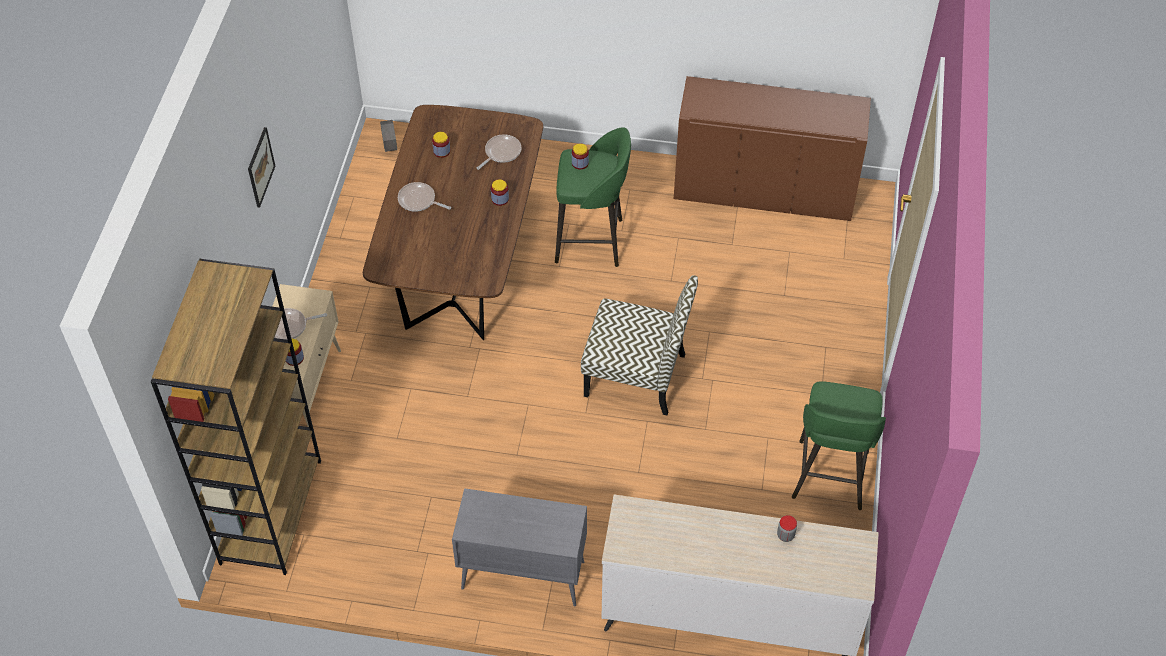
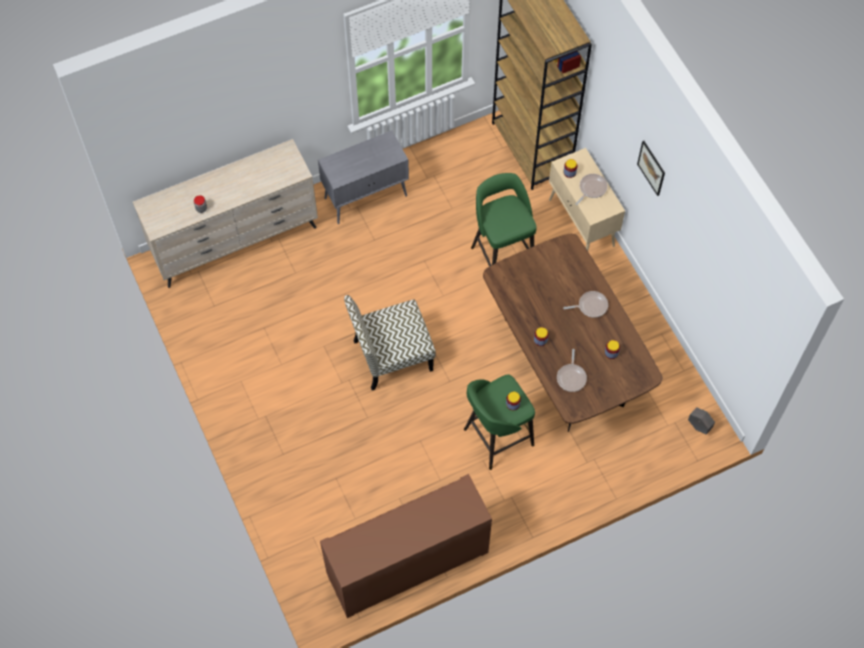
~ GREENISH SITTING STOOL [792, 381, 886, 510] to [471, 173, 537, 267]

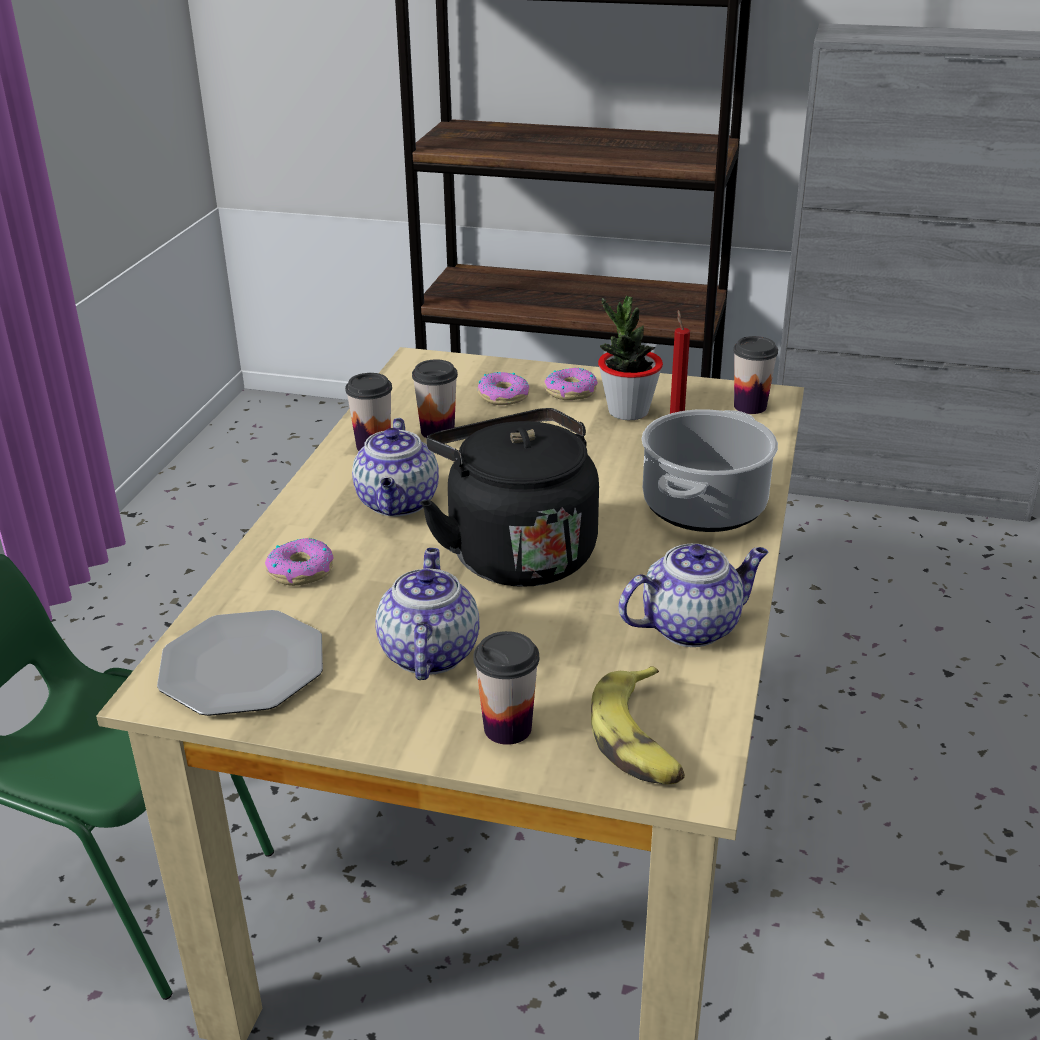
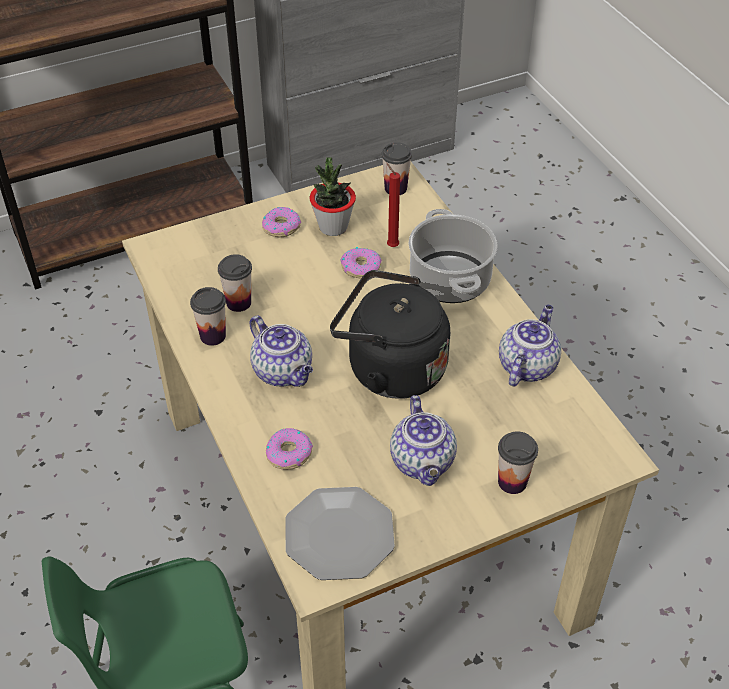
~ TEA POT [375, 548, 480, 680] = [390, 395, 457, 486] 150 degrees counterclockwise
~ RING DOUGHNUT [478, 372, 530, 405] to [341, 247, 382, 279]
- BANANA FRUIT [591, 666, 685, 784]

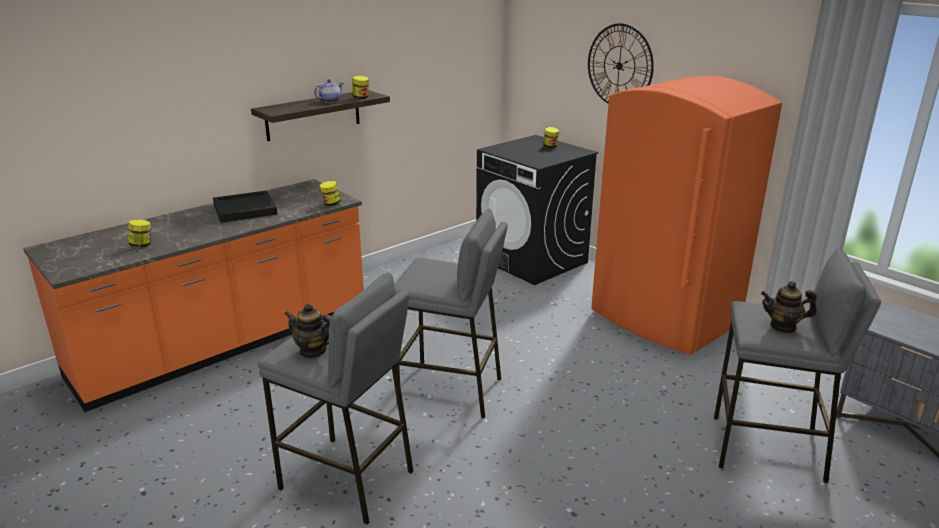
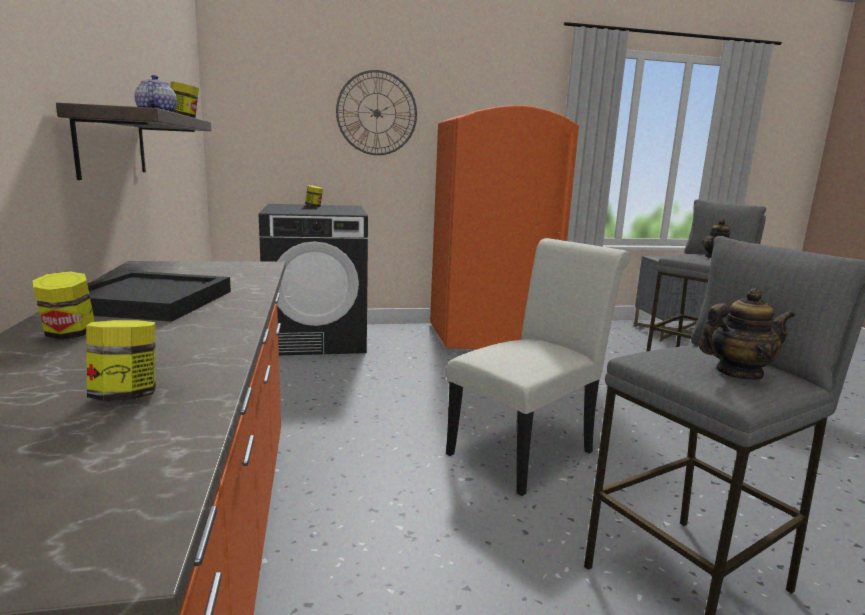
~ TEA POT [285, 303, 332, 358] = [699, 288, 795, 380] 150 degrees counterclockwise
~ STORAGE JAR [320, 181, 341, 206] to [33, 271, 95, 340]
~ GRAY SITTING STOOL [394, 208, 508, 418] to WHITE-COLOURED UPRIGHT CHAIR [446, 238, 630, 496]

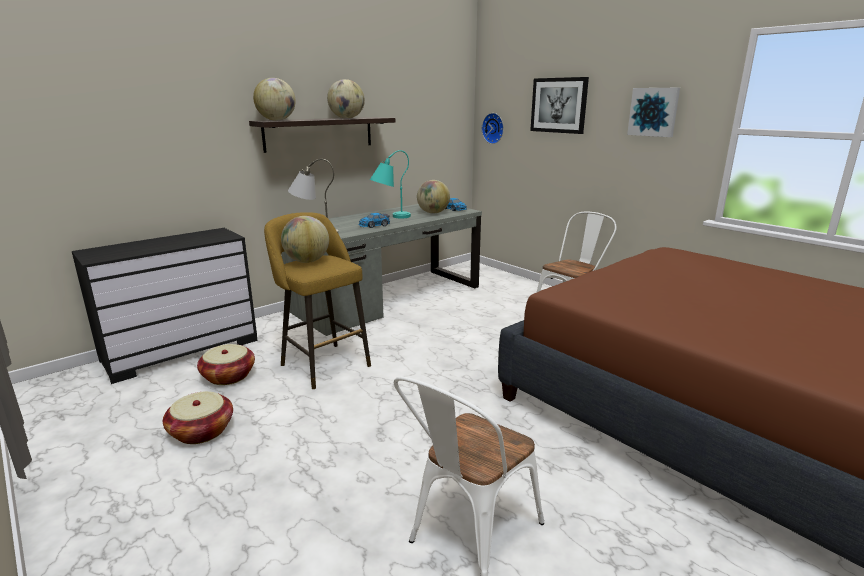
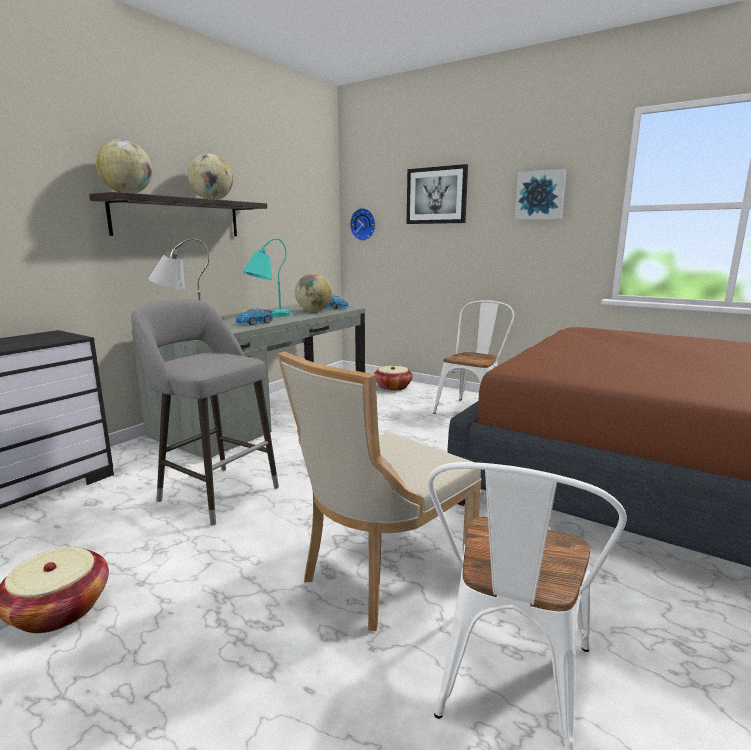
~ STORAGE BASKET [197, 344, 255, 385] to [374, 366, 413, 391]
~ YELLOW SITTING STOOL [264, 212, 371, 389] to GRAY SITTING STOOL [131, 298, 279, 525]
- GLOBE [281, 216, 329, 263]
+ SAND-COLOURED UPRIGHT CHAIR [278, 351, 481, 631]

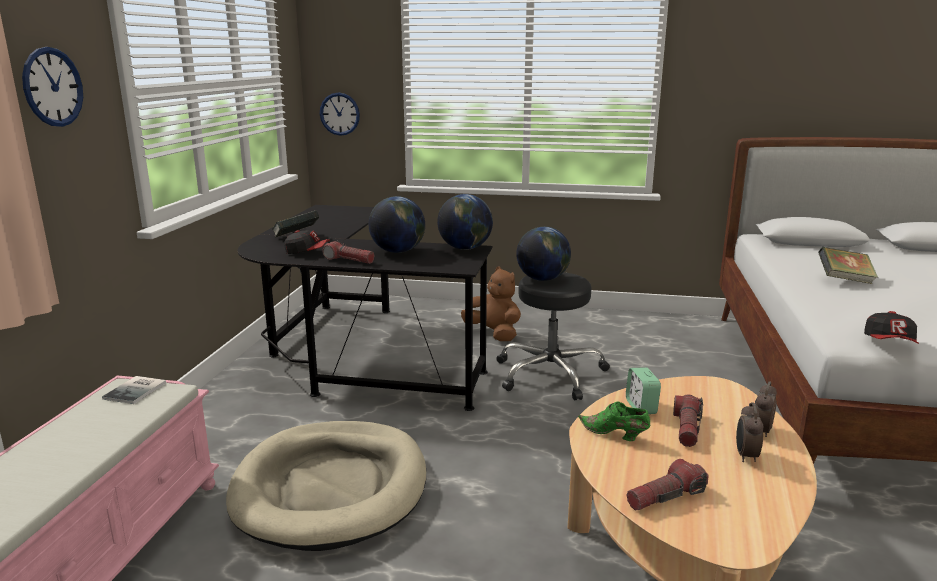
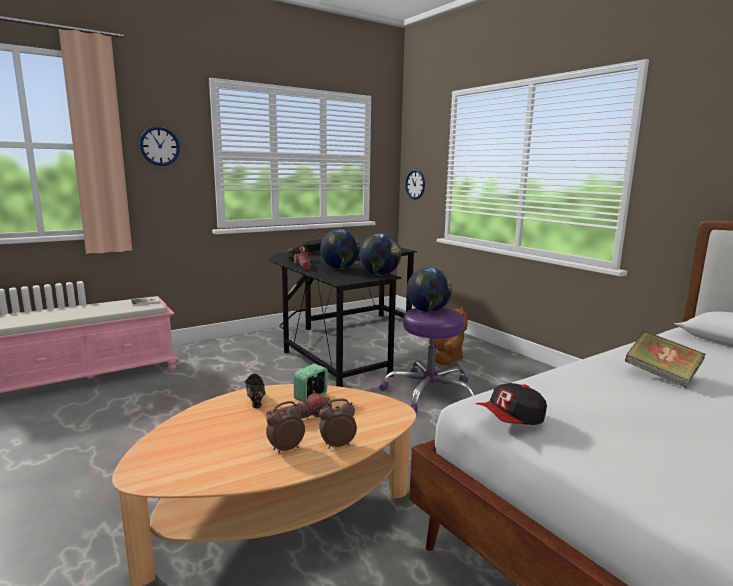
- SAND-COLOURED DOG CUSHION [226, 421, 426, 551]
~ BLACK SITTING STOOL [496, 272, 610, 400] to PURPLE SITTING STOOL [379, 308, 475, 413]
~ GREENISH LOW SHOE [578, 401, 650, 441] to BLACK LOW SHOE [245, 374, 266, 408]
- HAND TORCH [627, 459, 709, 510]

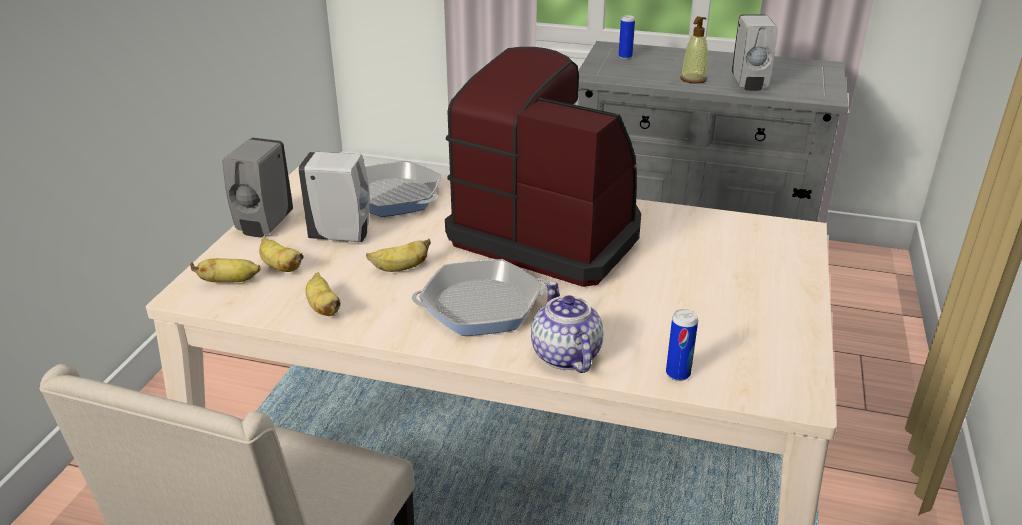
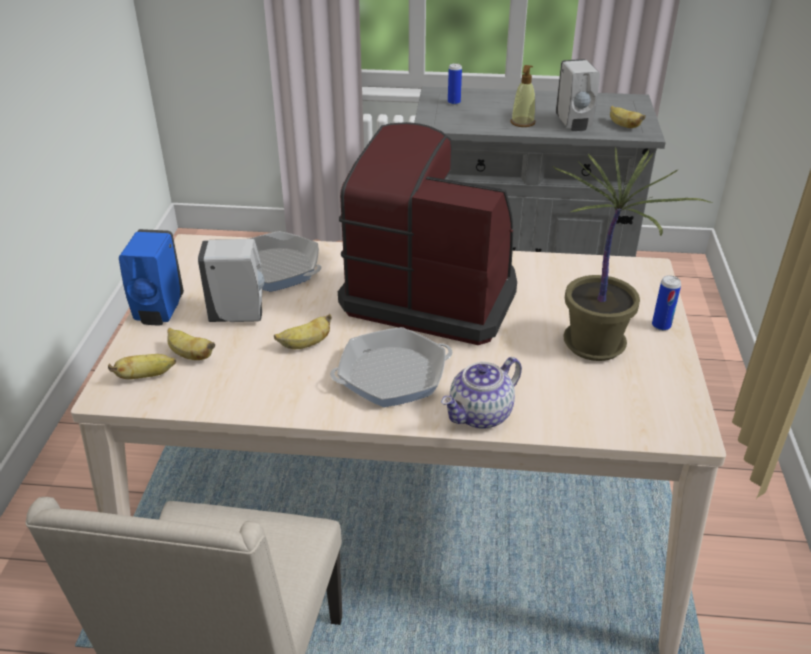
~ GRAY SOAP BOTTLE [223, 138, 293, 237] to BLUISH SOAP BOTTLE [119, 229, 184, 325]
~ BANANA FRUIT [306, 272, 341, 316] to [610, 106, 646, 128]
~ TEA POT [531, 281, 604, 373] = [441, 357, 522, 429] 105 degrees counterclockwise
~ CAN [666, 309, 698, 381] to [652, 275, 681, 331]
+ HOUSEPLANT [553, 147, 712, 361]

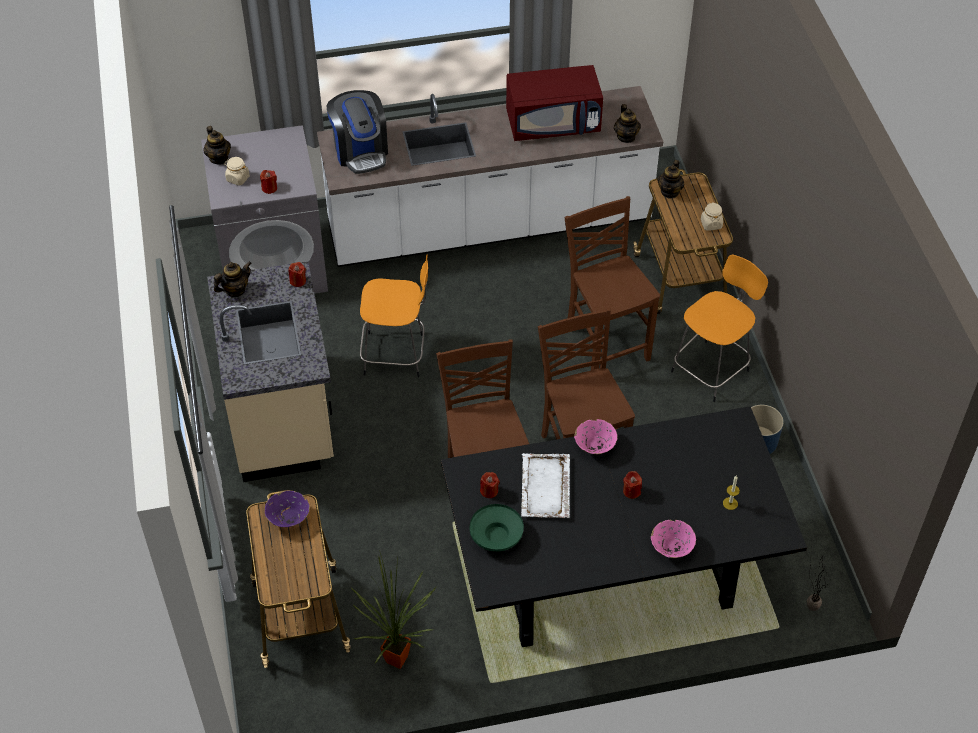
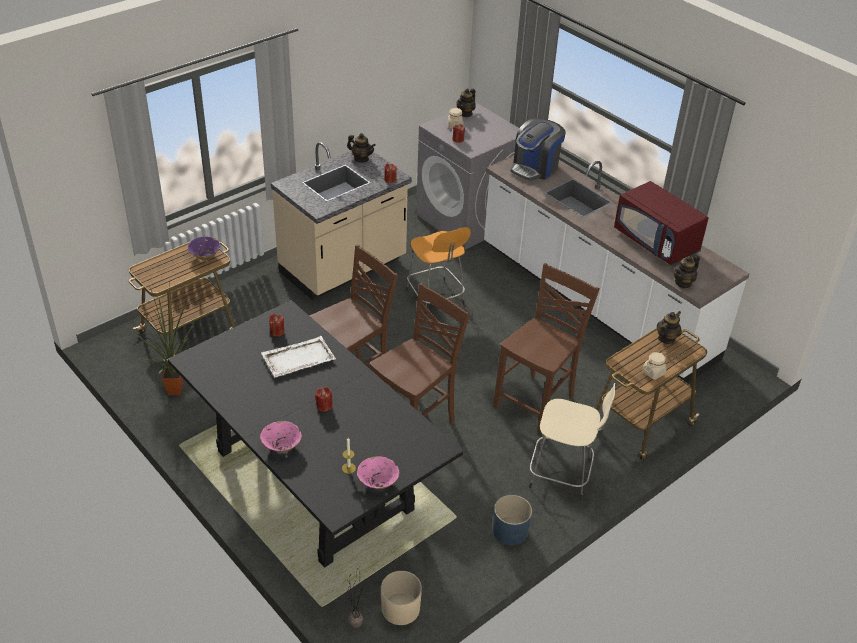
- GREENISH SERVING BOWL [470, 504, 524, 552]
~ PINK SERVING BOWL [574, 419, 617, 454] to [357, 456, 399, 489]
~ TEA POT [657, 160, 684, 199] = [657, 311, 682, 344] 135 degrees clockwise
~ ORANGE-COLOURED SITTING STOOL [671, 254, 768, 402] to SAND-COLOURED SITTING STOOL [529, 383, 615, 500]
+ SAND-COLOURED FLOWER POT [381, 571, 422, 625]

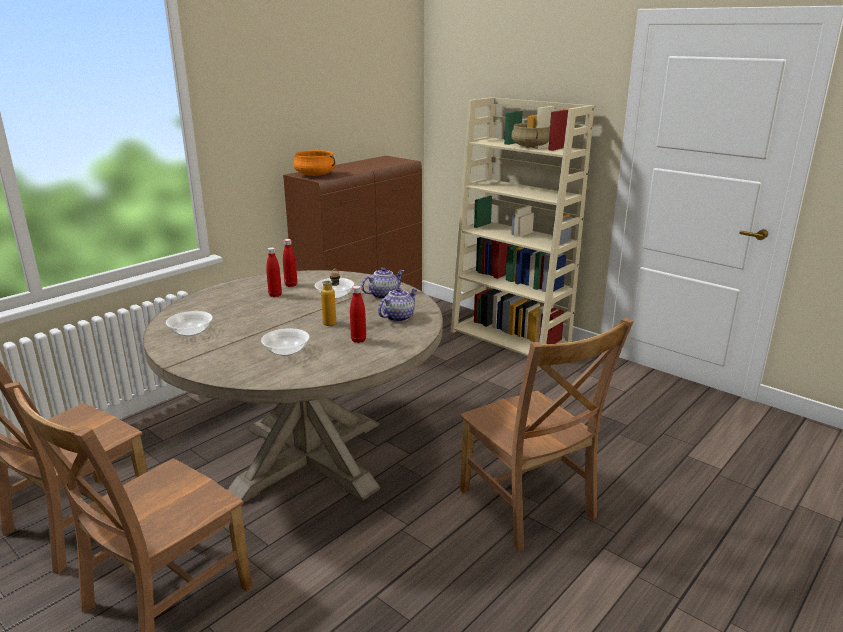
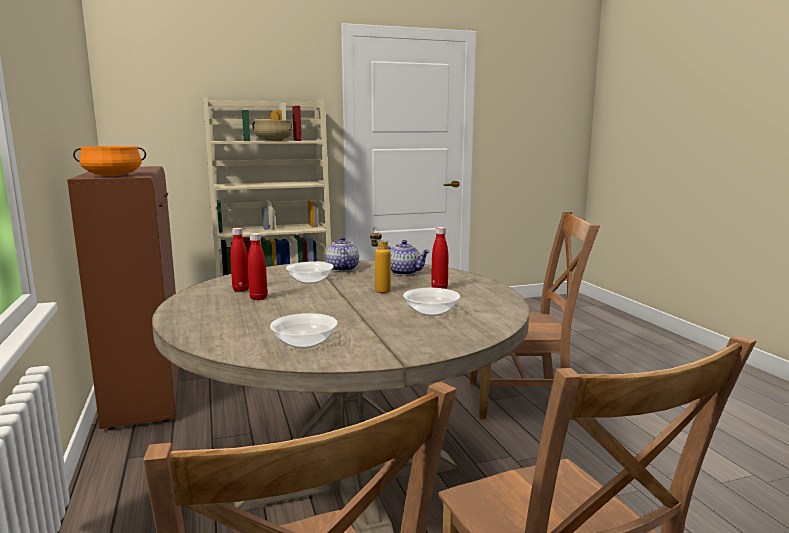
~ TEA POT [378, 288, 418, 322] = [388, 240, 430, 276] 135 degrees clockwise

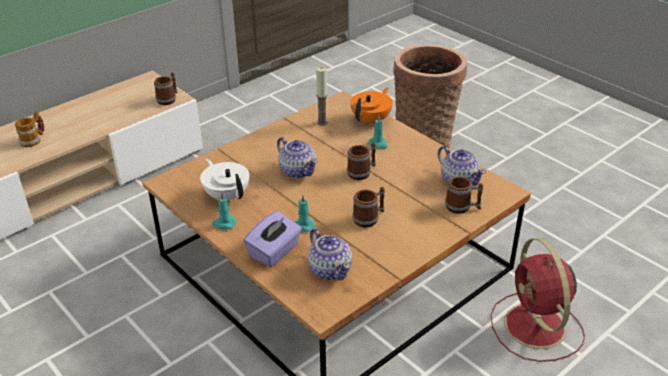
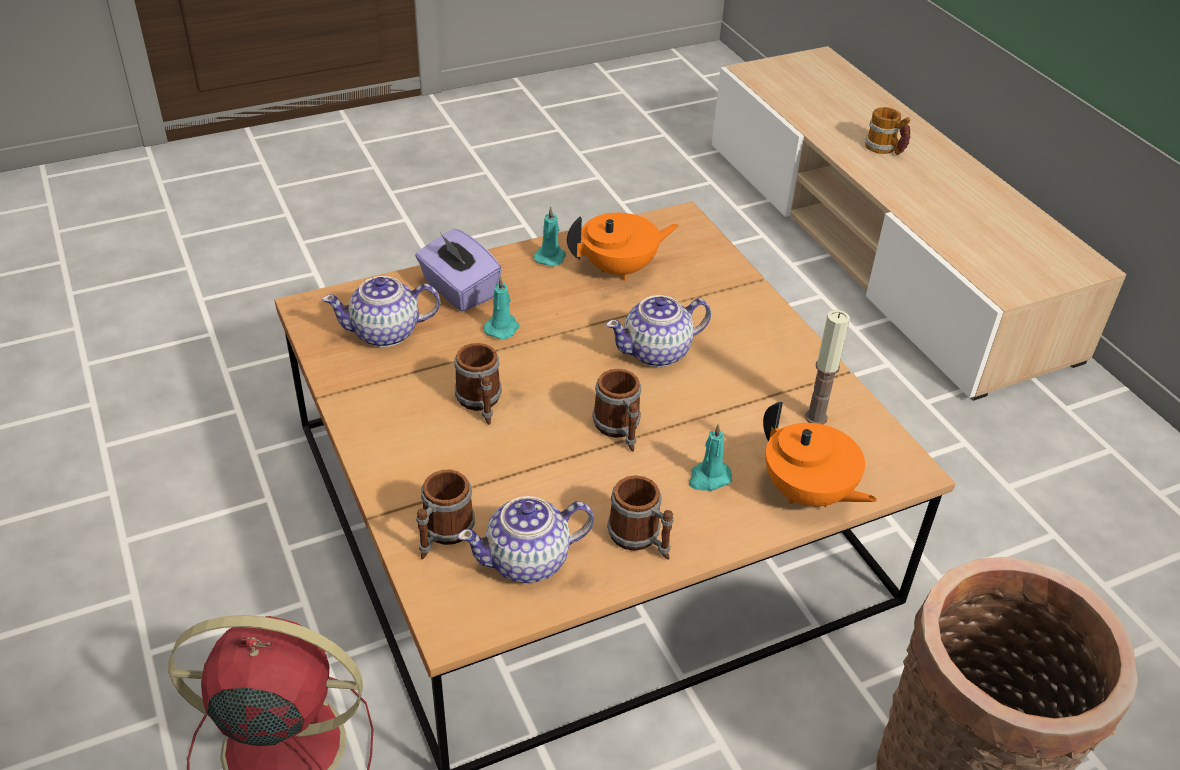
~ TEA MUG [154, 72, 177, 105] to [607, 475, 674, 560]
~ WHITE-COLOURED TEA POT [200, 158, 249, 202] to ORANGE-COLOURED TEA POT [567, 213, 679, 281]

